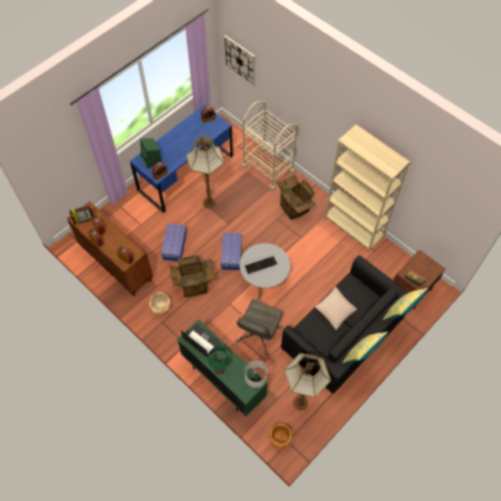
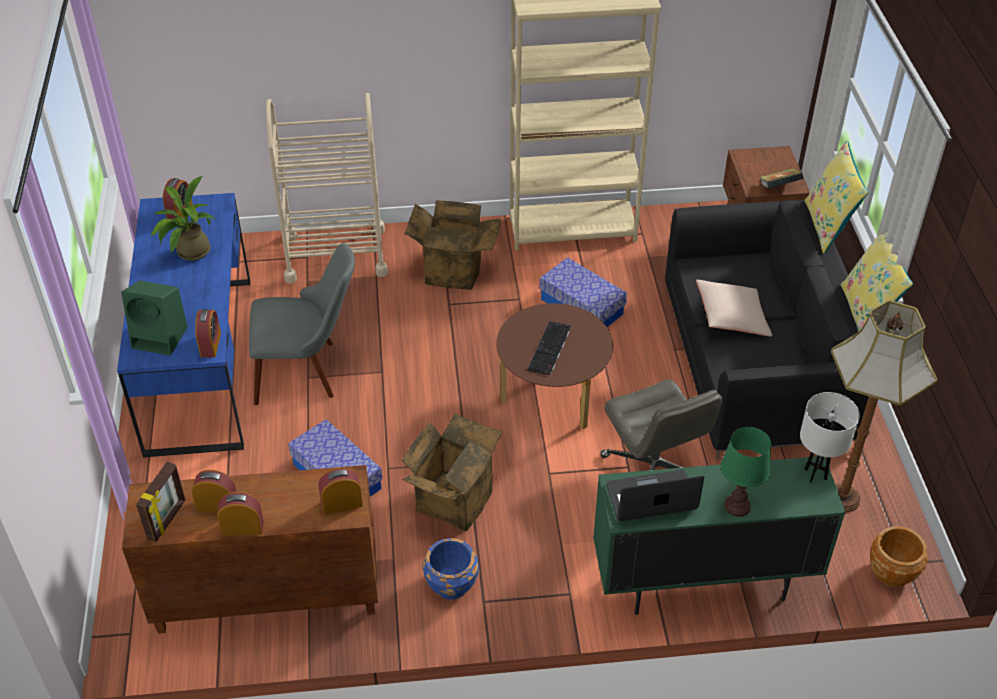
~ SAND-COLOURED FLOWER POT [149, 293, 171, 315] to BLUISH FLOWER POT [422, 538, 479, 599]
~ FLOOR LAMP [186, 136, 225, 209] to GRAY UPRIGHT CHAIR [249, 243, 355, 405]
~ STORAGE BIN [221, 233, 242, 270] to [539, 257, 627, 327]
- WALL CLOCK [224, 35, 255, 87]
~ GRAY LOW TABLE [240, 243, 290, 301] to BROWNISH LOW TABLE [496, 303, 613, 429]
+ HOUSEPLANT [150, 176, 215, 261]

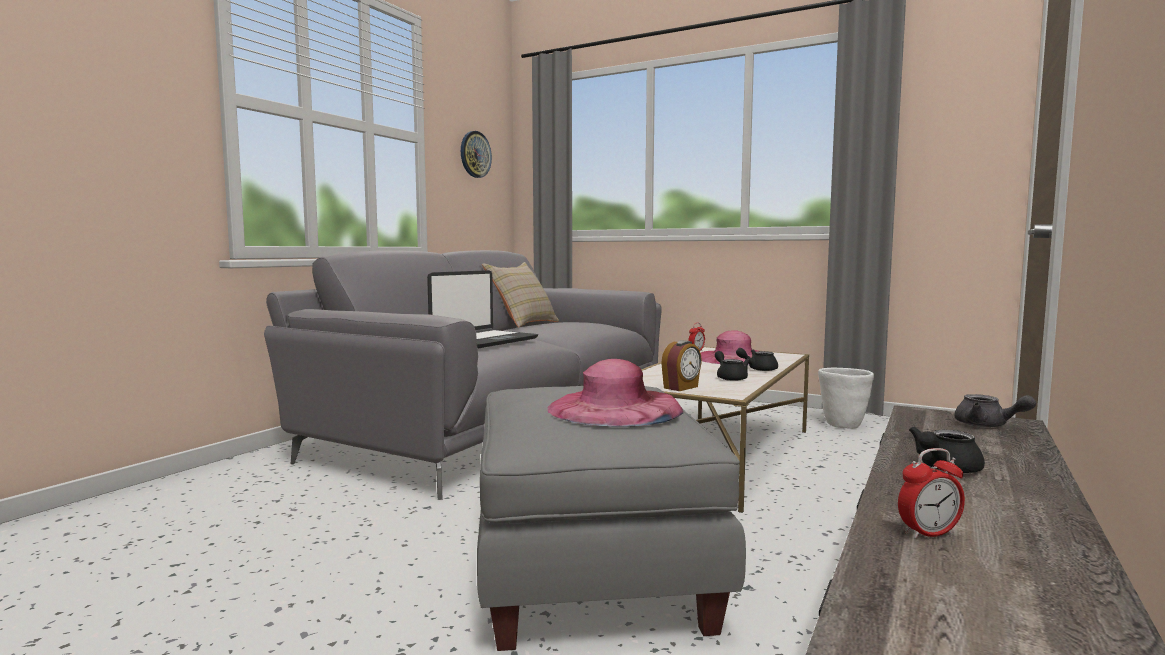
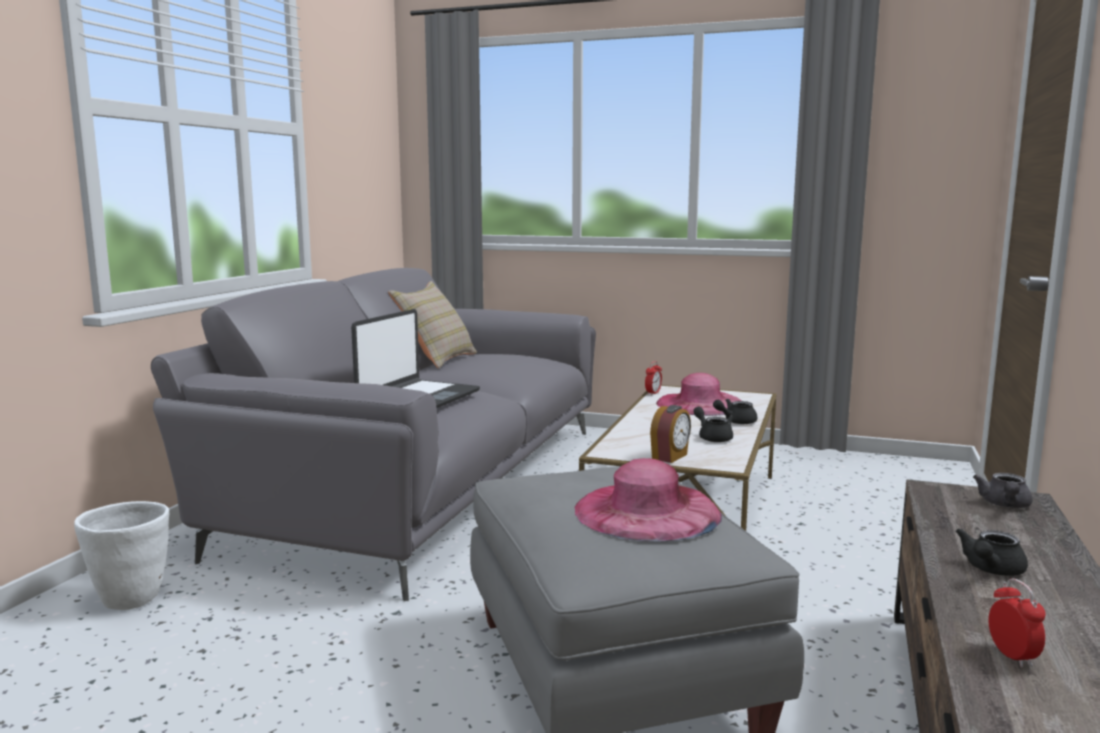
- WALL CLOCK [461, 131, 492, 178]
~ WHITE-COLOURED FLOWER POT [818, 368, 874, 429] to [74, 501, 169, 610]
~ ALARM CLOCK [898, 448, 965, 539] = [988, 578, 1046, 668] 75 degrees counterclockwise
~ GRAY TEA POT [954, 394, 1036, 428] = [973, 473, 1033, 508] 75 degrees clockwise

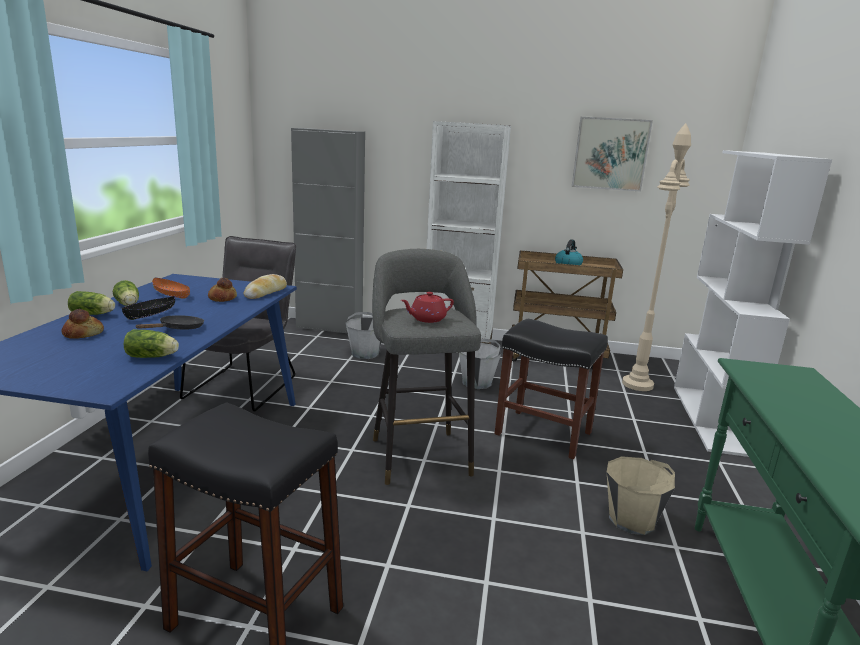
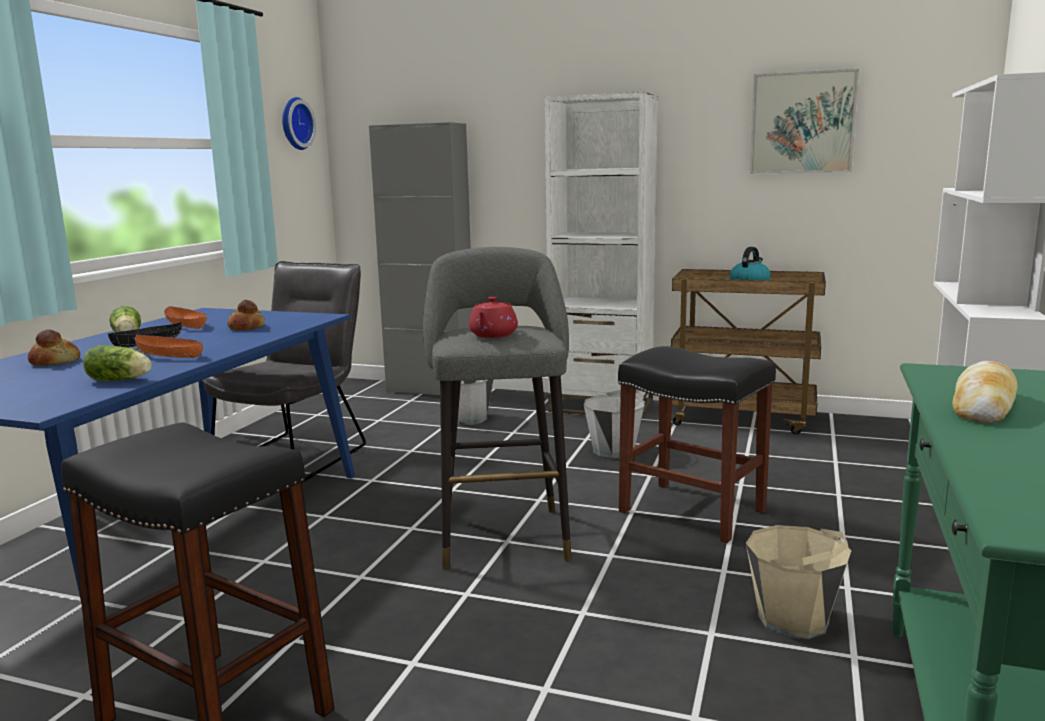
- LETTUCE HEAD [68, 291, 115, 315]
~ BLACK PAN [136, 315, 204, 329] to ORANGE-COLOURED SERVING BOWL [135, 335, 203, 358]
~ BAKED BREAD [244, 274, 287, 299] to [952, 361, 1018, 423]
~ RED TEA POT [401, 292, 454, 323] = [469, 297, 518, 338] 60 degrees counterclockwise
- SAND-COLOURED FLOOR LAMP [622, 123, 691, 391]
+ WALL CLOCK [282, 97, 316, 150]

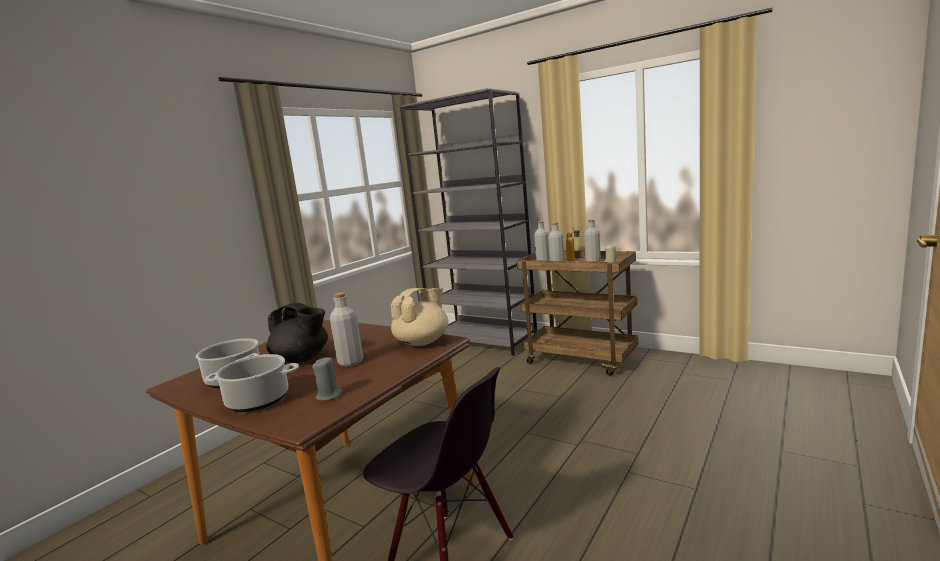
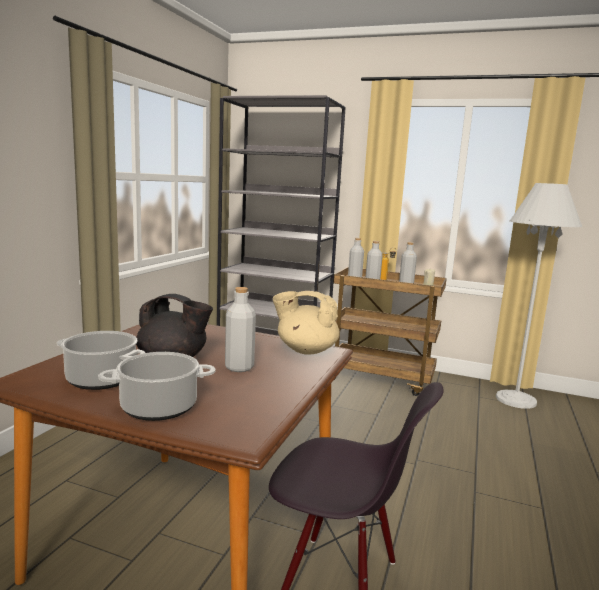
- GRAY WAX CANDLE [312, 357, 343, 401]
~ SAND-COLOURED TEA POT [391, 288, 449, 346] = [272, 291, 340, 355] 105 degrees counterclockwise
+ WHITE-COLOURED FLOOR LAMP [496, 183, 582, 409]

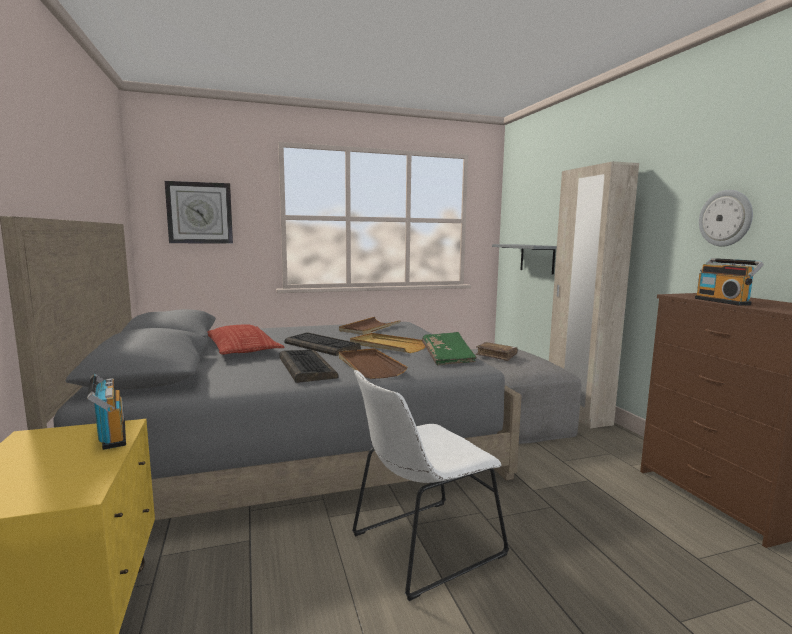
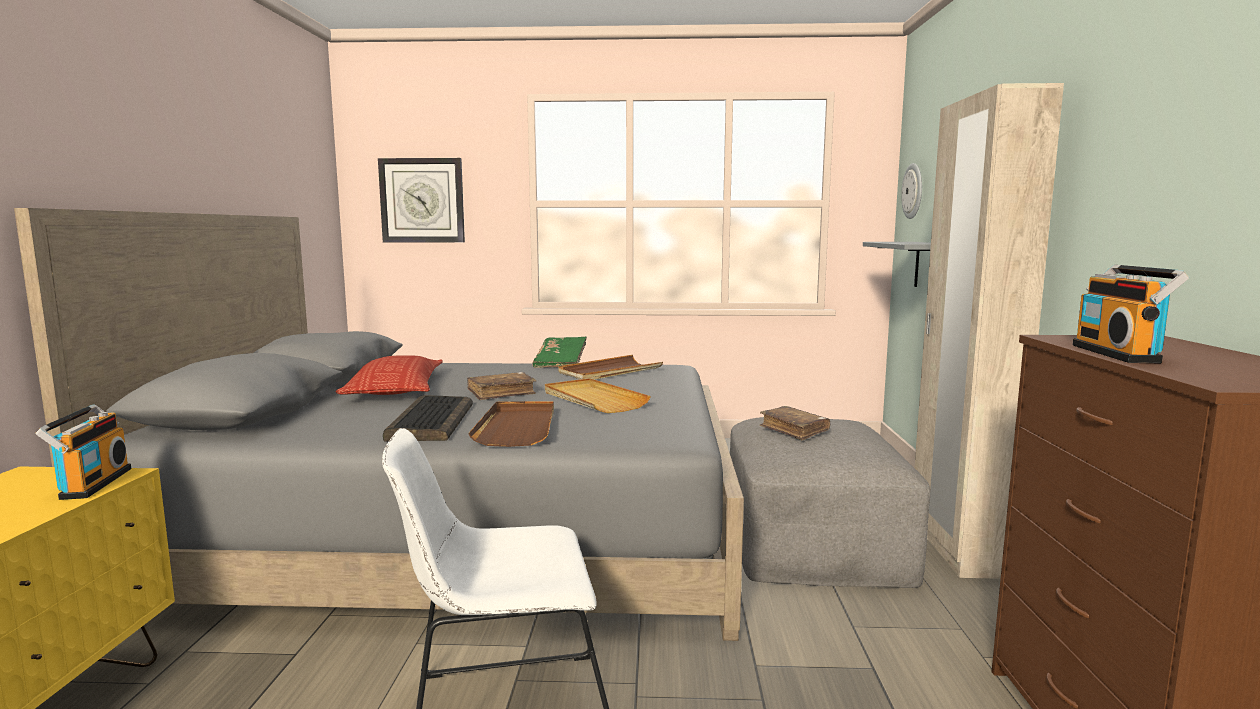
~ KEYBOARD [284, 332, 361, 356] to BROWNISH BOOK [467, 372, 536, 400]
~ GREENISH BOOK [422, 332, 477, 366] to [532, 337, 587, 368]
~ WALL CLOCK [699, 190, 753, 247] to [901, 163, 922, 219]

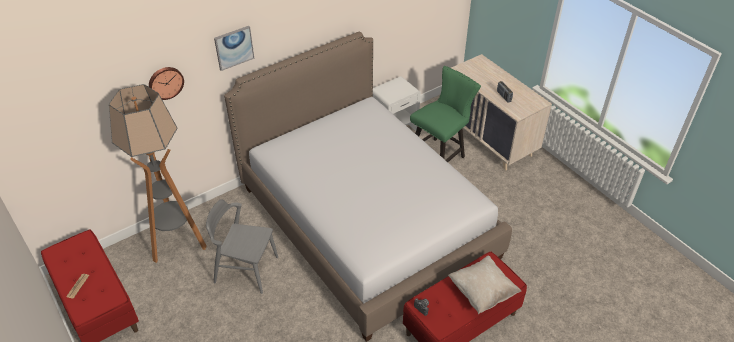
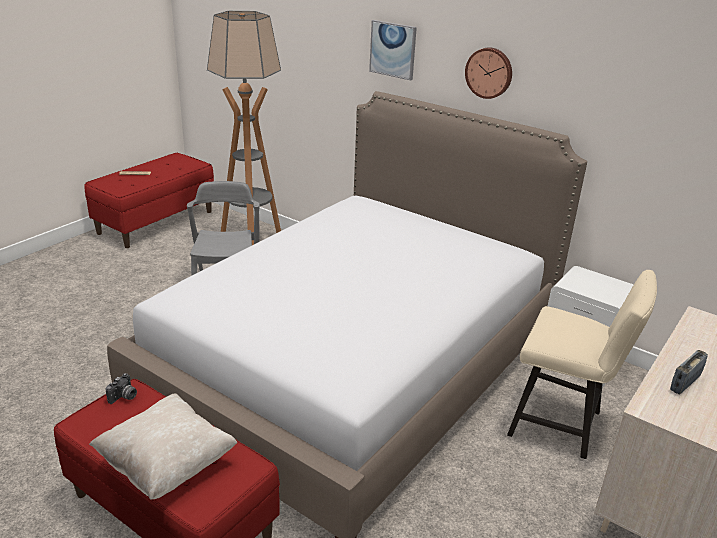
~ WALL CLOCK [149, 67, 184, 100] to [465, 47, 512, 99]
~ GREENISH UPRIGHT CHAIR [410, 66, 481, 162] to SAND-COLOURED UPRIGHT CHAIR [507, 270, 657, 459]

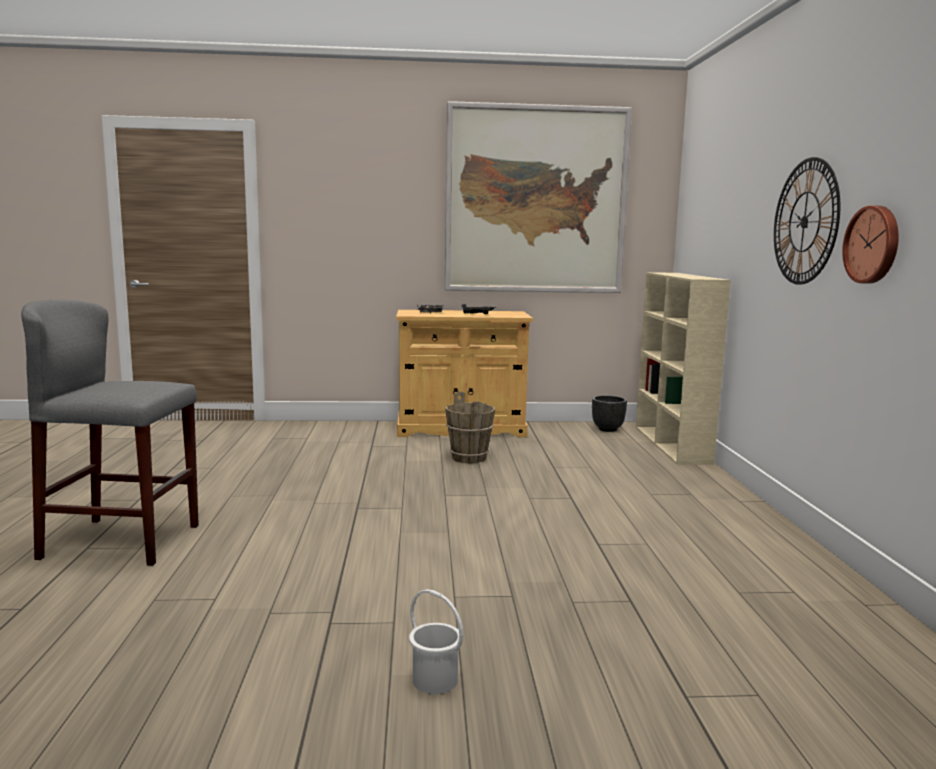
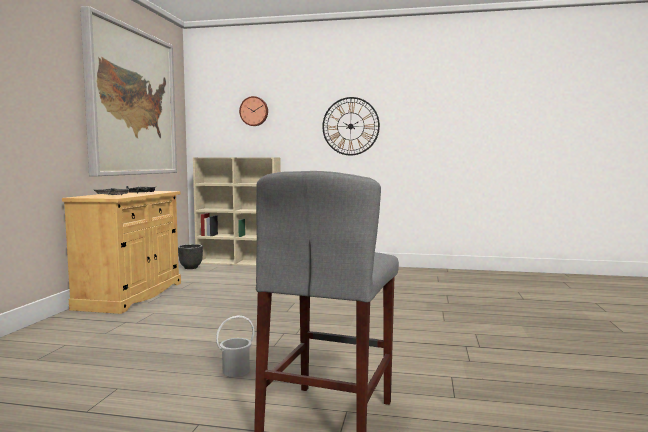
~ WHITE-COLOURED BUCKET [409, 590, 463, 694] to [216, 315, 254, 377]
- BROWNISH BUCKET [445, 392, 495, 464]
~ WALL CLOCK [842, 205, 899, 283] to [239, 96, 268, 126]

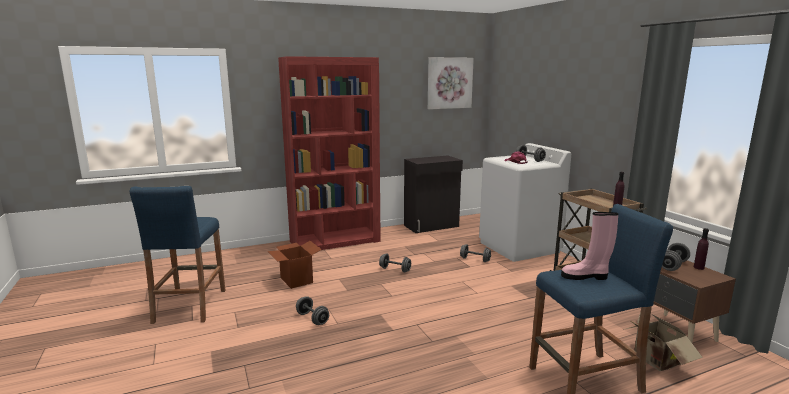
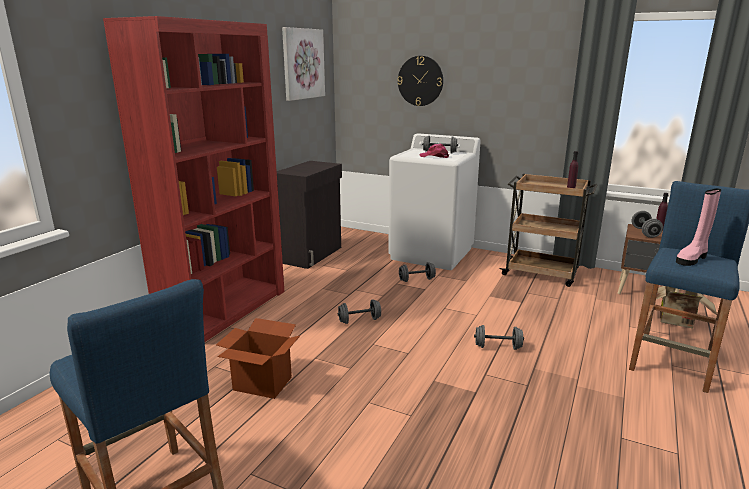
~ GRAY FREE WEIGHT [296, 296, 329, 325] to [474, 325, 524, 350]
+ WALL CLOCK [398, 56, 443, 106]

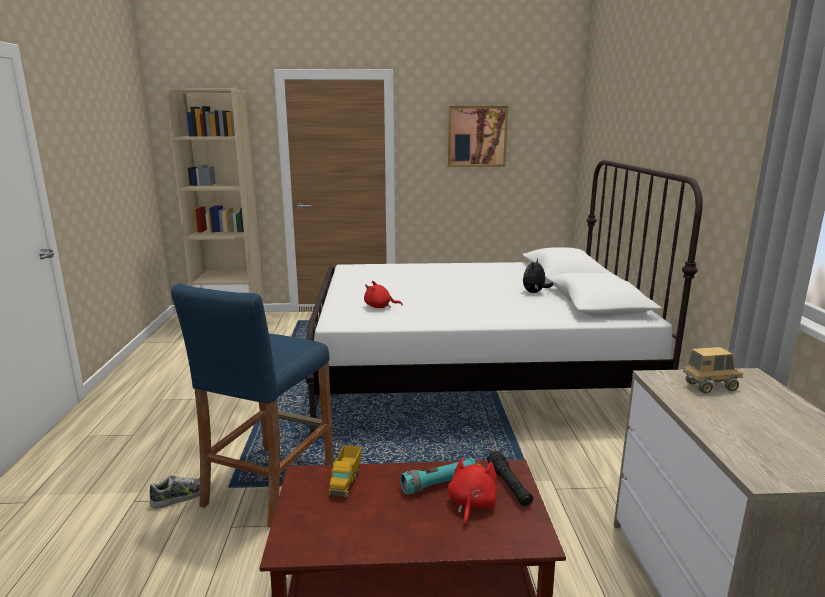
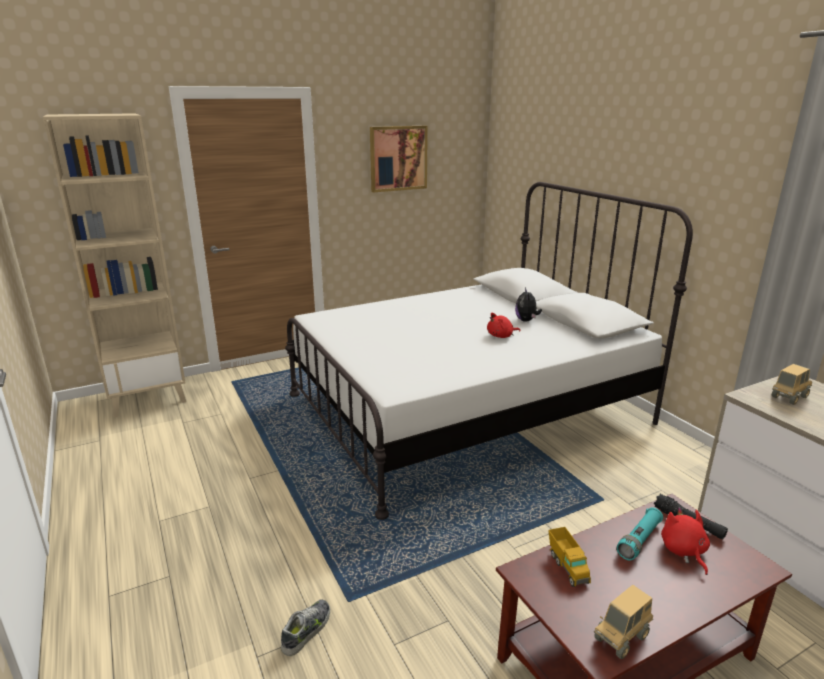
- BLUISH SITTING STOOL [171, 283, 334, 528]
~ RED SOFT TOY [364, 281, 403, 308] to [487, 313, 520, 338]
+ TOY TRUCK [594, 585, 653, 659]

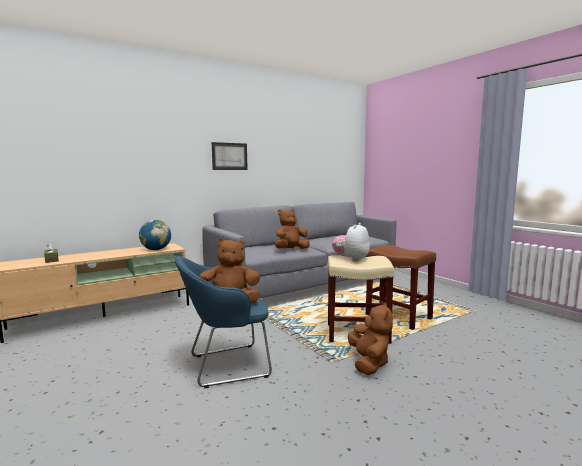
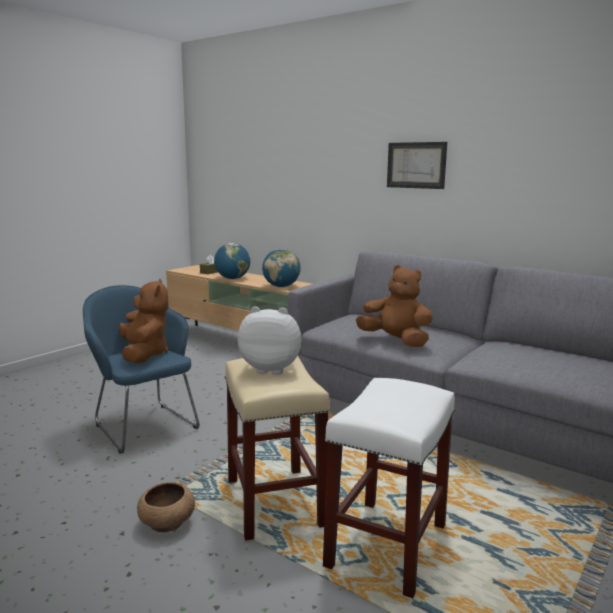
~ BROWNISH SOFT TOY [348, 302, 393, 375] to BROWNISH SERVING BOWL [137, 482, 195, 532]
~ BROWNISH SITTING STOOL [366, 245, 436, 330] to WHITE-COLOURED SITTING STOOL [323, 378, 455, 599]
+ GLOBE [214, 243, 250, 279]

